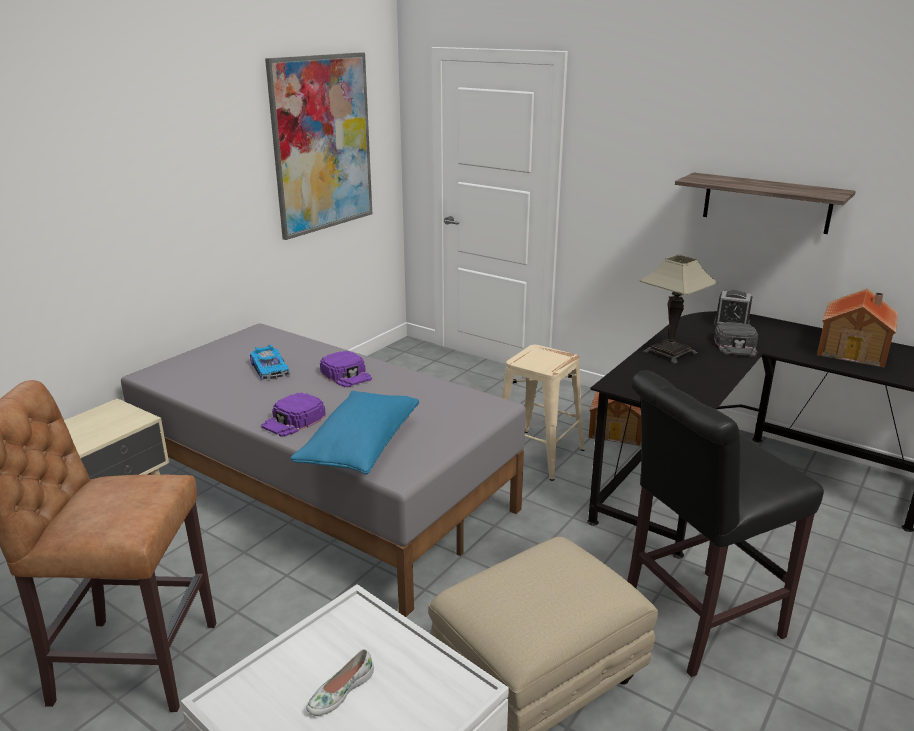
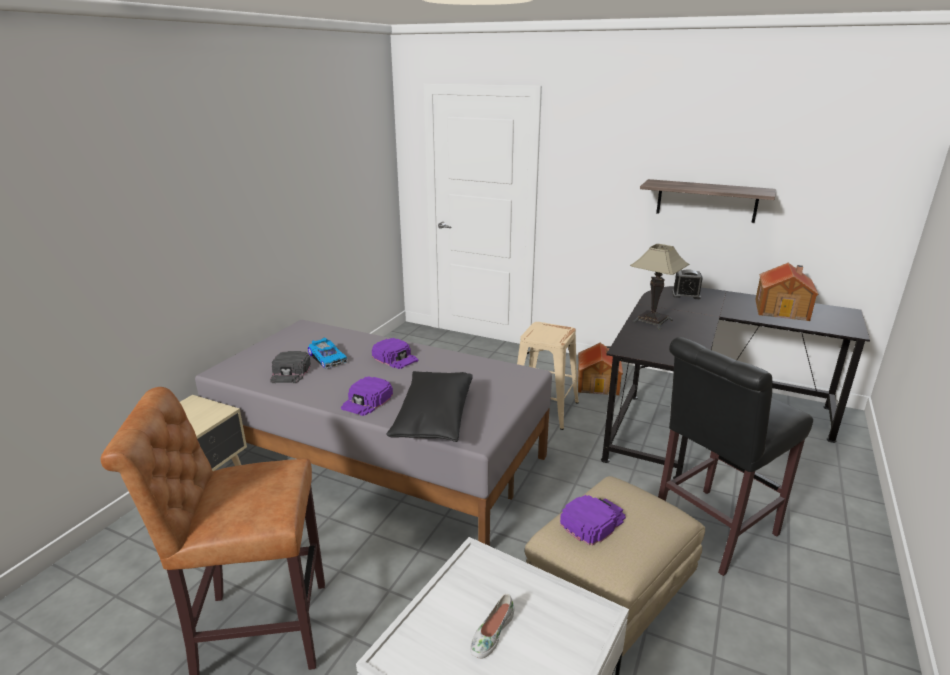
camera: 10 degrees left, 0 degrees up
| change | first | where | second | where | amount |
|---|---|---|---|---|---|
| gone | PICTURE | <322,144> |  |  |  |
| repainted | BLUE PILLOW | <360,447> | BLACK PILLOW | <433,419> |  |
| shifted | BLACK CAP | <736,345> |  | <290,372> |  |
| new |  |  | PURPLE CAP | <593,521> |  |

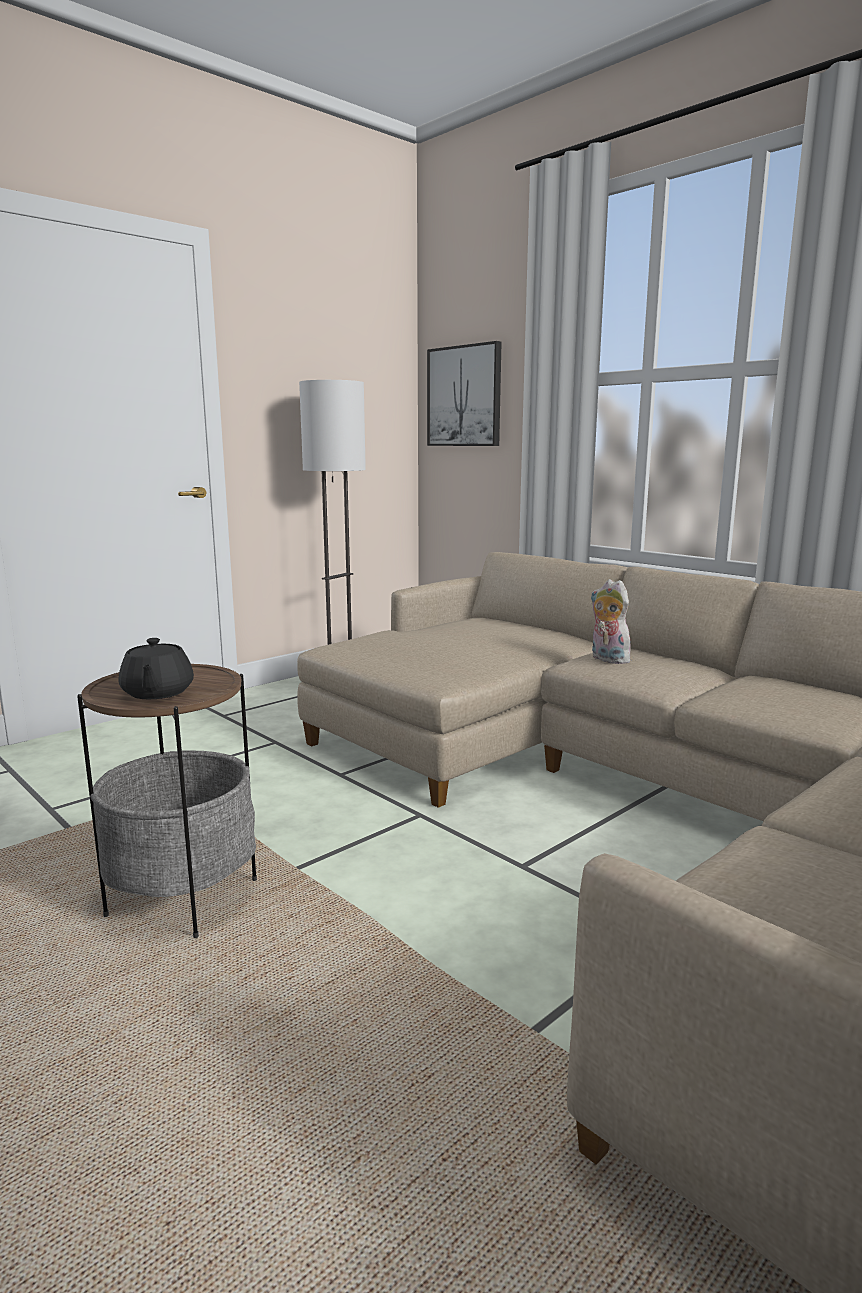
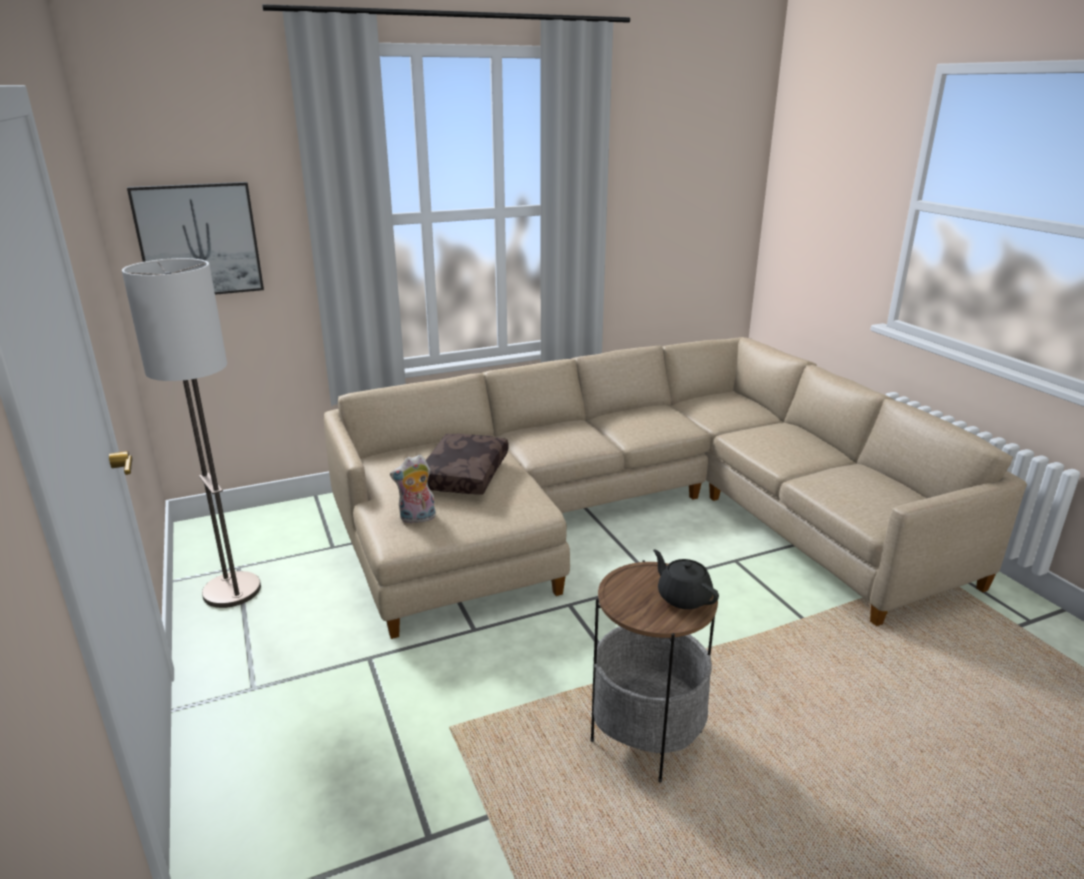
camera: 70 degrees left, 10 degrees up
| change | first | where | second | where | amount |
|---|---|---|---|---|---|
| rotated | BLACK TEAPOT | <157,693> |  | <683,597> | 135 degrees counterclockwise |
| shifted | PLUSH TOY | <607,659> |  | <417,519> |  |
| new |  |  | BROWN PILLOW | <462,474> |  |

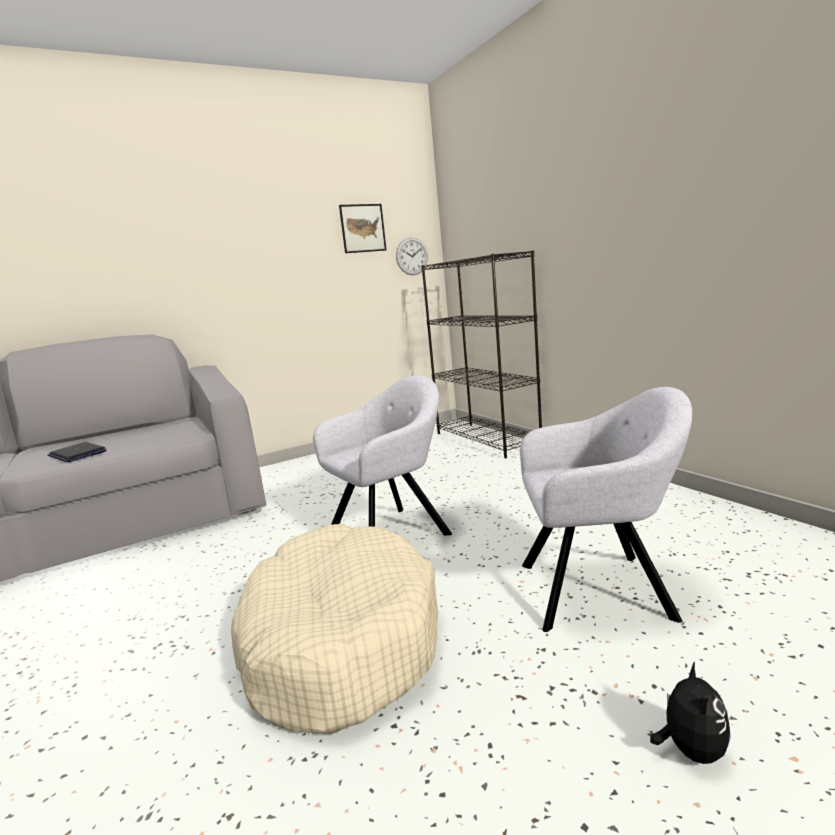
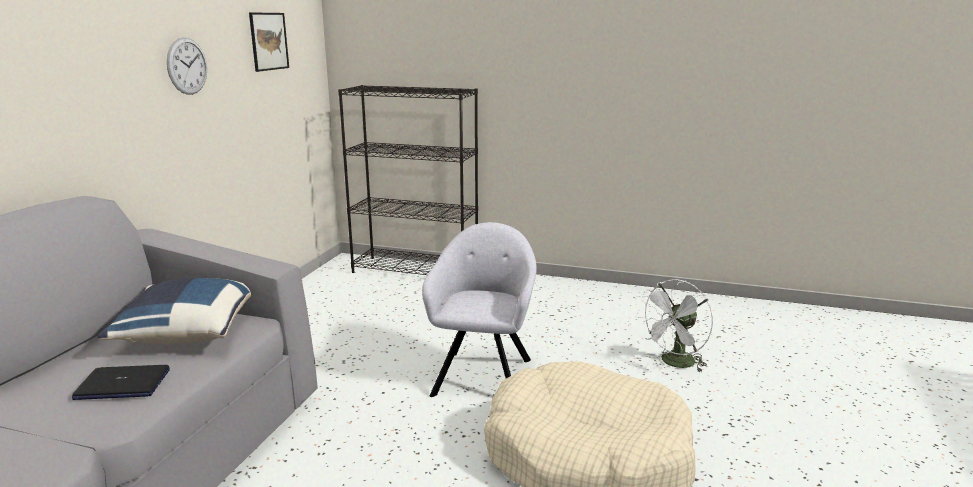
camera: 45 degrees left, 5 degrees up
| change | first | where | second | where | amount |
|---|---|---|---|---|---|
| shifted | WALL CLOCK | <412,256> |  | <187,66> |  |
| swapped | GREY ARMCHAIR | <601,589> | WHITE FAN | <675,363> |  |
| gone | PLUSH TOY | <691,750> |  |  |  |
| new |  |  | BLUE PILLOW | <188,332> |  |

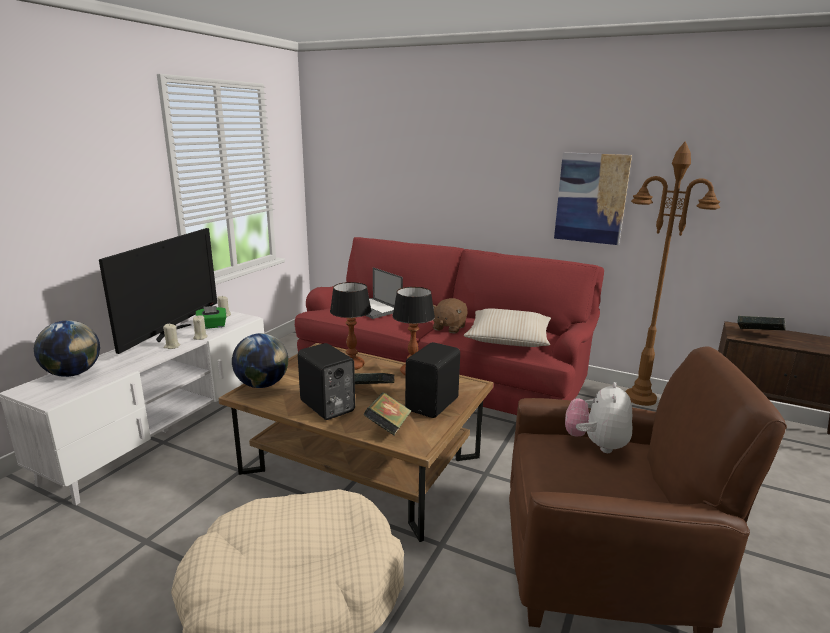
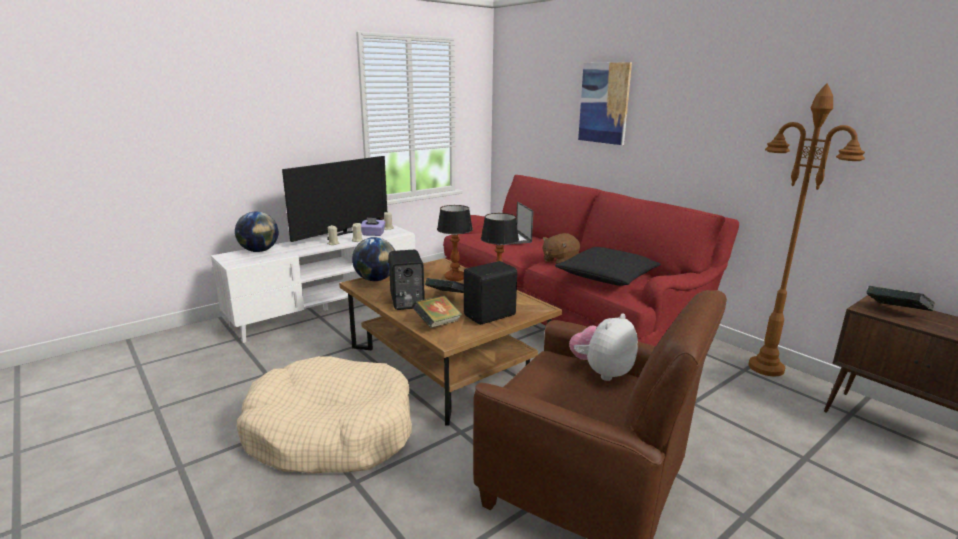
camera: 25 degrees right, 0 degrees up
| change | first | where | second | where | amount |
|---|---|---|---|---|---|
| repainted | GREEN TISSUE BOX | <212,326> | PURPLE TISSUE BOX | <373,234> |  |
| repainted | BEIGE PILLOW | <508,338> | BLACK PILLOW | <606,276> |  |
| shifted | PICTURE | <591,198> |  | <604,103> |  |

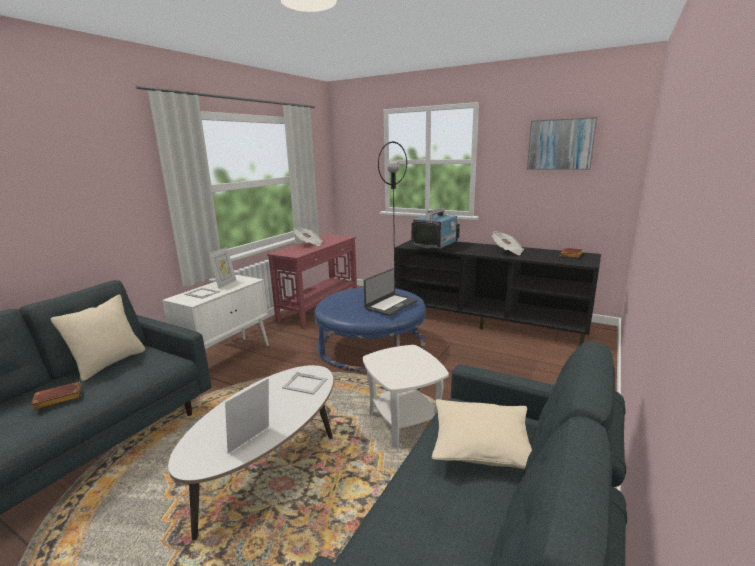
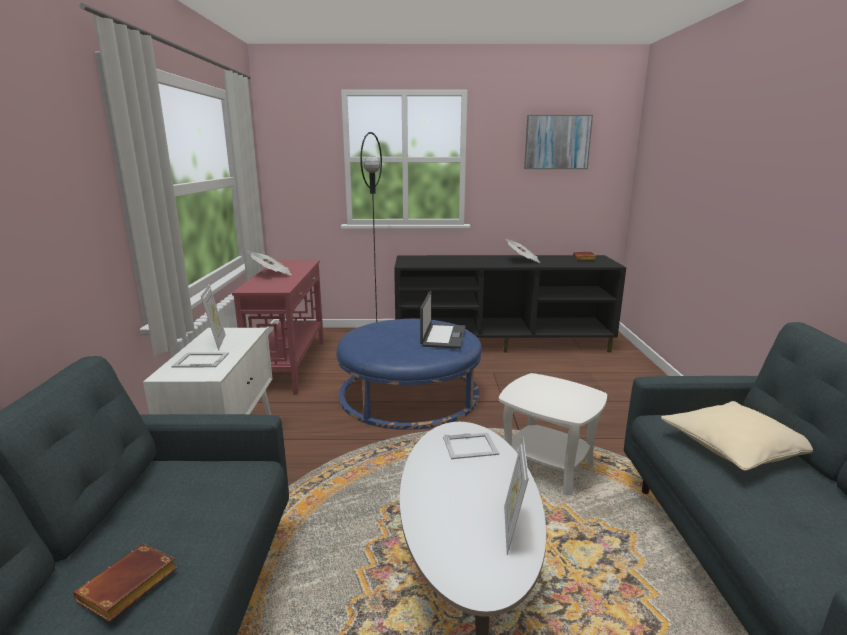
camera: 30 degrees left, 0 degrees up
| change | first | where | second | where | amount |
|---|---|---|---|---|---|
| gone | BEIGE PILLOW | <109,363> |  |  |  |
| gone | TELEVISION | <436,245> |  |  |  |

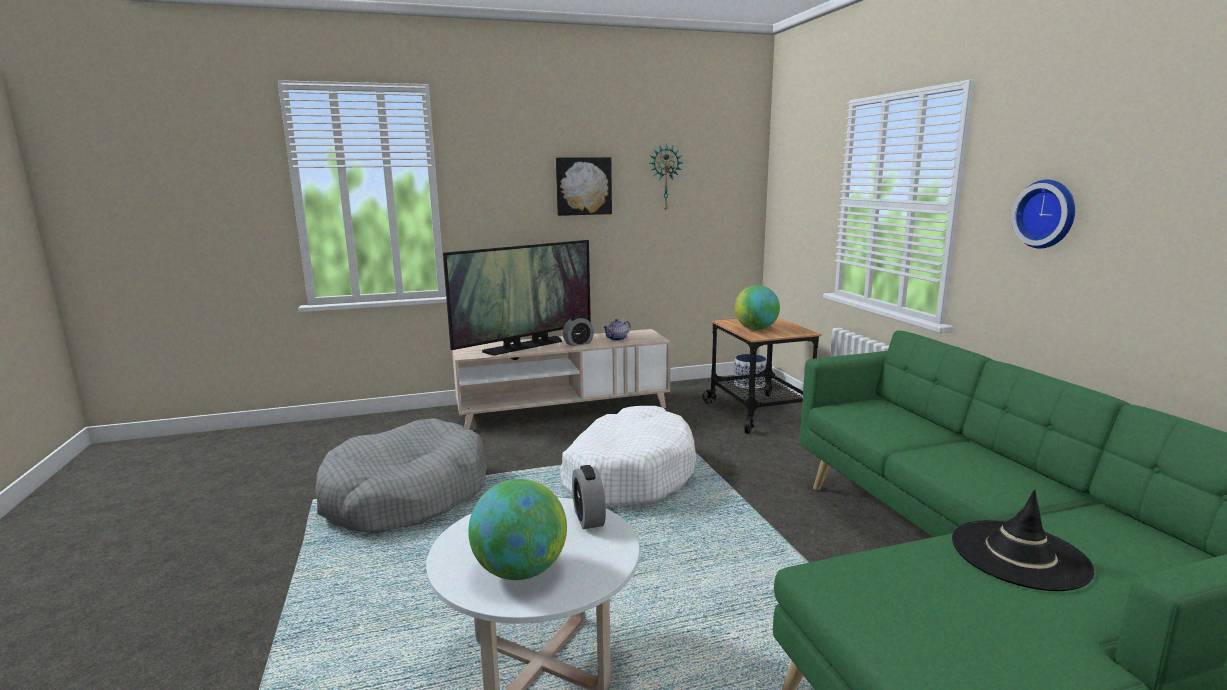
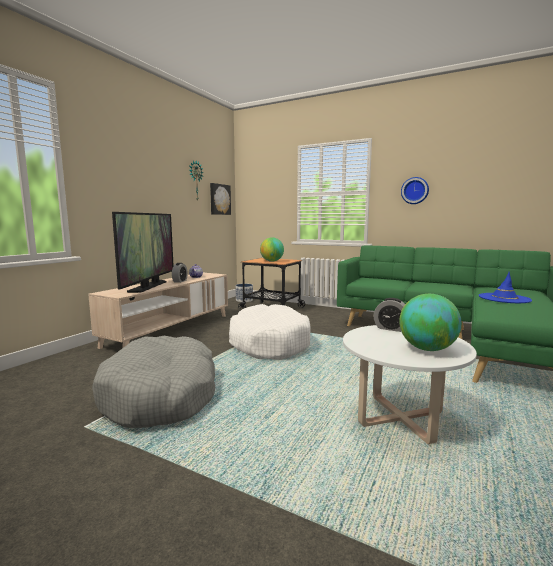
camera: 45 degrees left, 5 degrees down
| change | first | where | second | where | amount |
|---|---|---|---|---|---|
| shifted | PICTURE | <583,186> |  | <219,199> |  |
| repainted | BLACK HAT | <1019,555> | BLUE HAT | <504,298> |  |

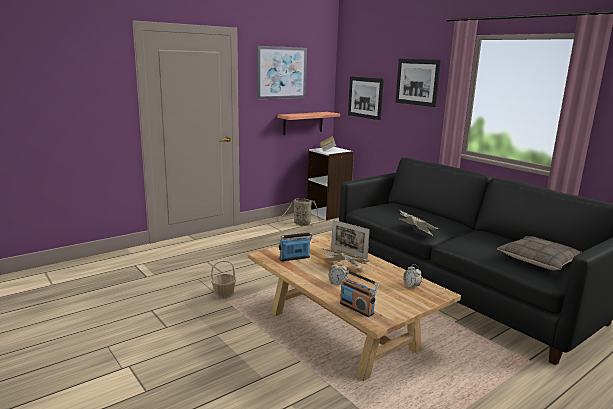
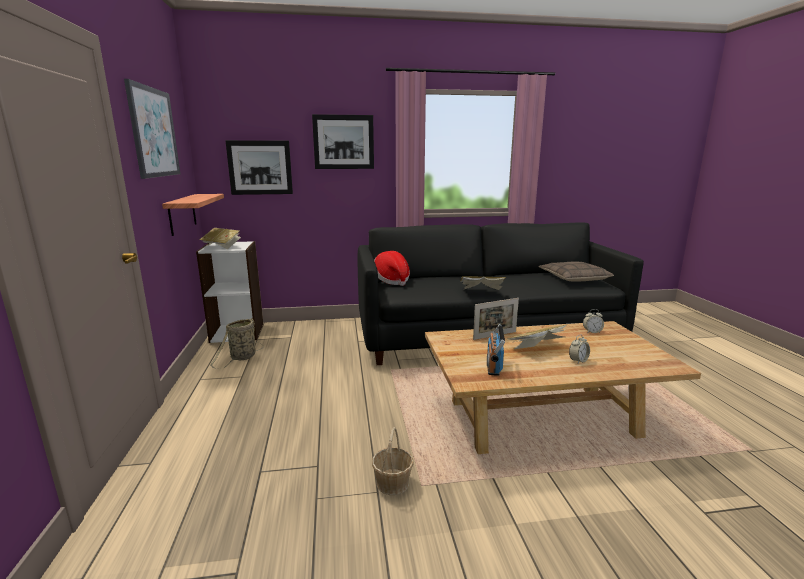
camera: 60 degrees left, 0 degrees up
| change | first | where | second | where | amount |
|---|---|---|---|---|---|
| gone | RADIO | <357,308> |  |  |  |
| new |  |  | HAT | <391,281> |  |

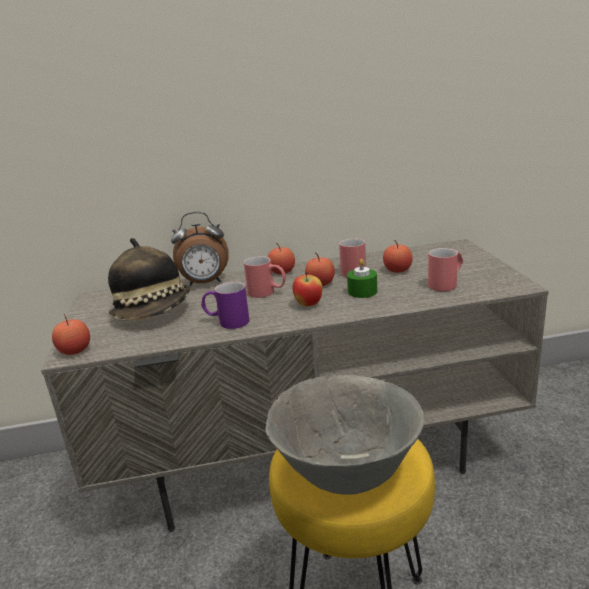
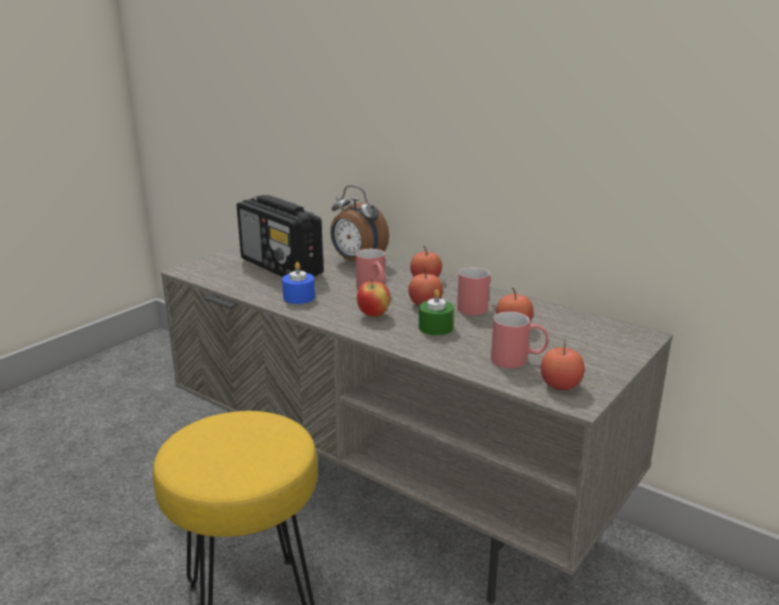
camera: 45 degrees right, 0 degrees up
| change | first | where | second | where | amount |
|---|---|---|---|---|---|
| shifted | APPLE | <75,350> |  | <560,385> |  |
| swapped | HAT | <154,312> | RADIO | <281,267> |  |
| swapped | PURPLE MUG | <227,322> | BLUE CANDLE | <299,297> |  |
| gone | GREY BOWL | <346,473> |  |  |  |

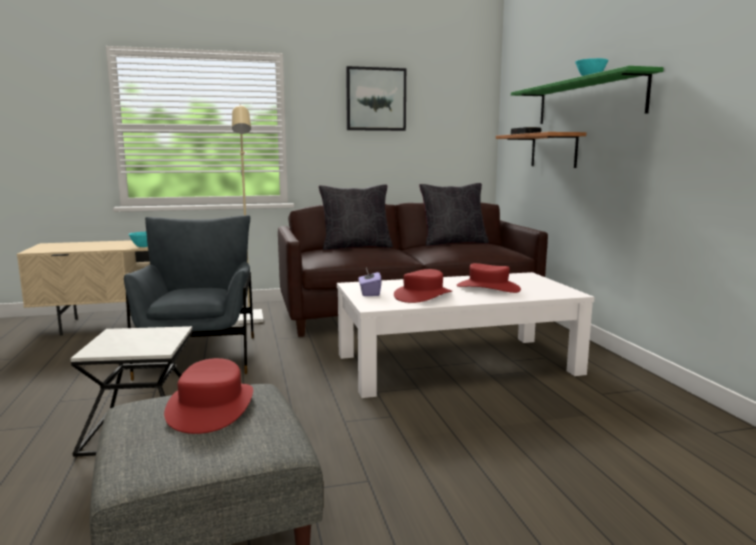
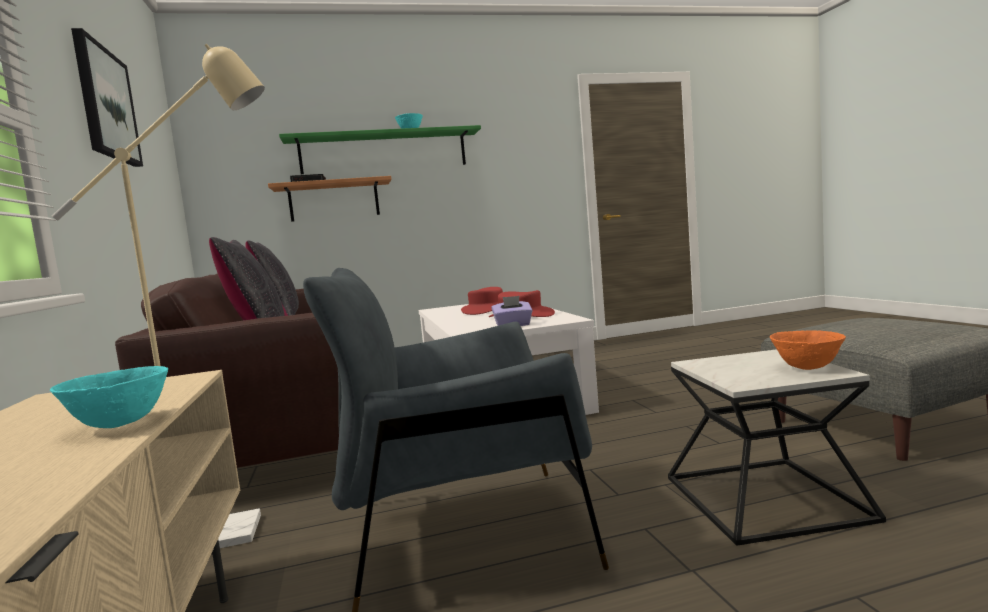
camera: 90 degrees left, 5 degrees down
| change | first | where | second | where | amount |
|---|---|---|---|---|---|
| gone | RED HAT | <211,407> |  |  |  |
| new |  |  | ORANGE BOWL | <806,368> |  |

